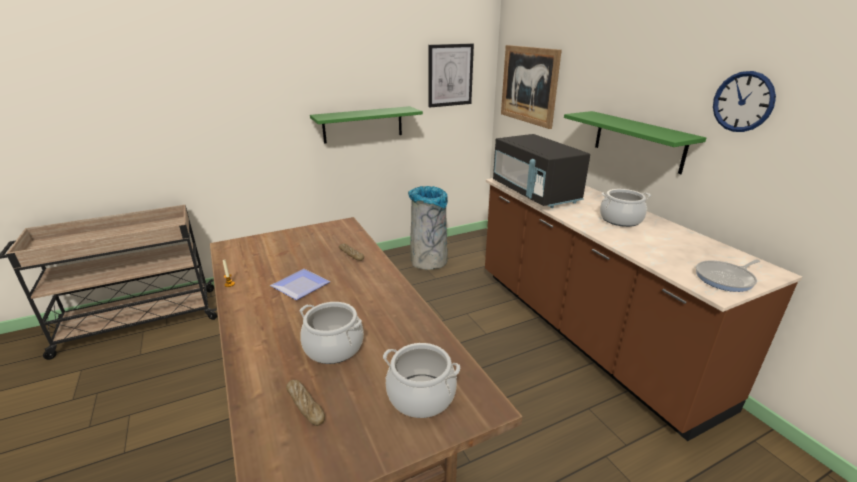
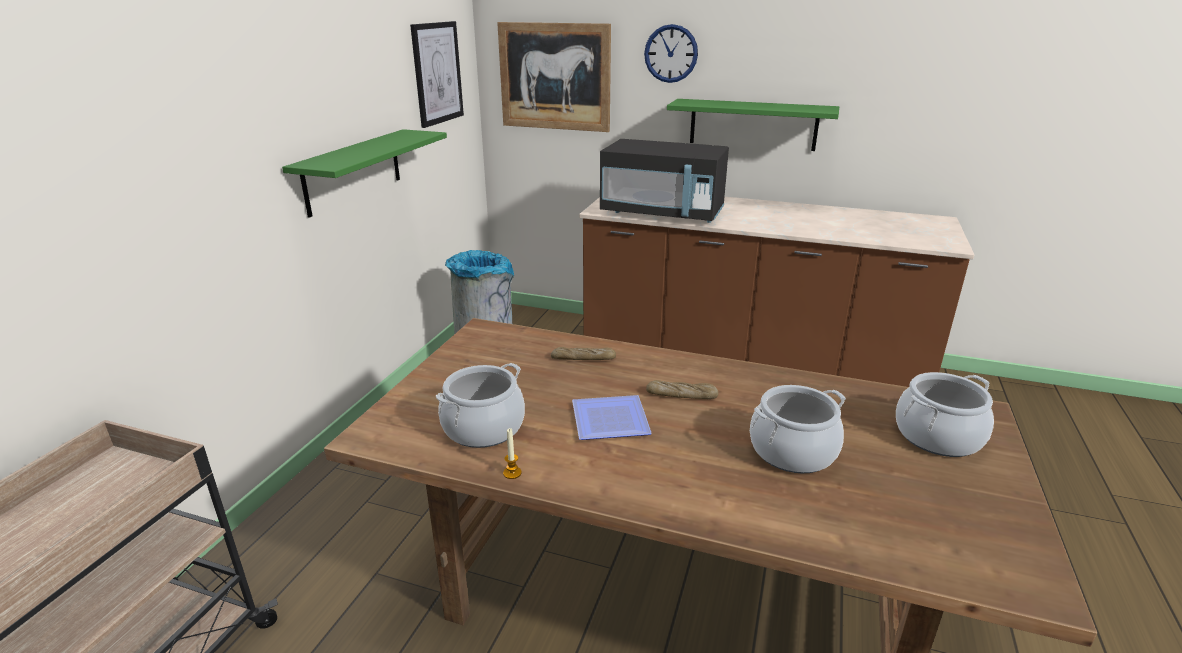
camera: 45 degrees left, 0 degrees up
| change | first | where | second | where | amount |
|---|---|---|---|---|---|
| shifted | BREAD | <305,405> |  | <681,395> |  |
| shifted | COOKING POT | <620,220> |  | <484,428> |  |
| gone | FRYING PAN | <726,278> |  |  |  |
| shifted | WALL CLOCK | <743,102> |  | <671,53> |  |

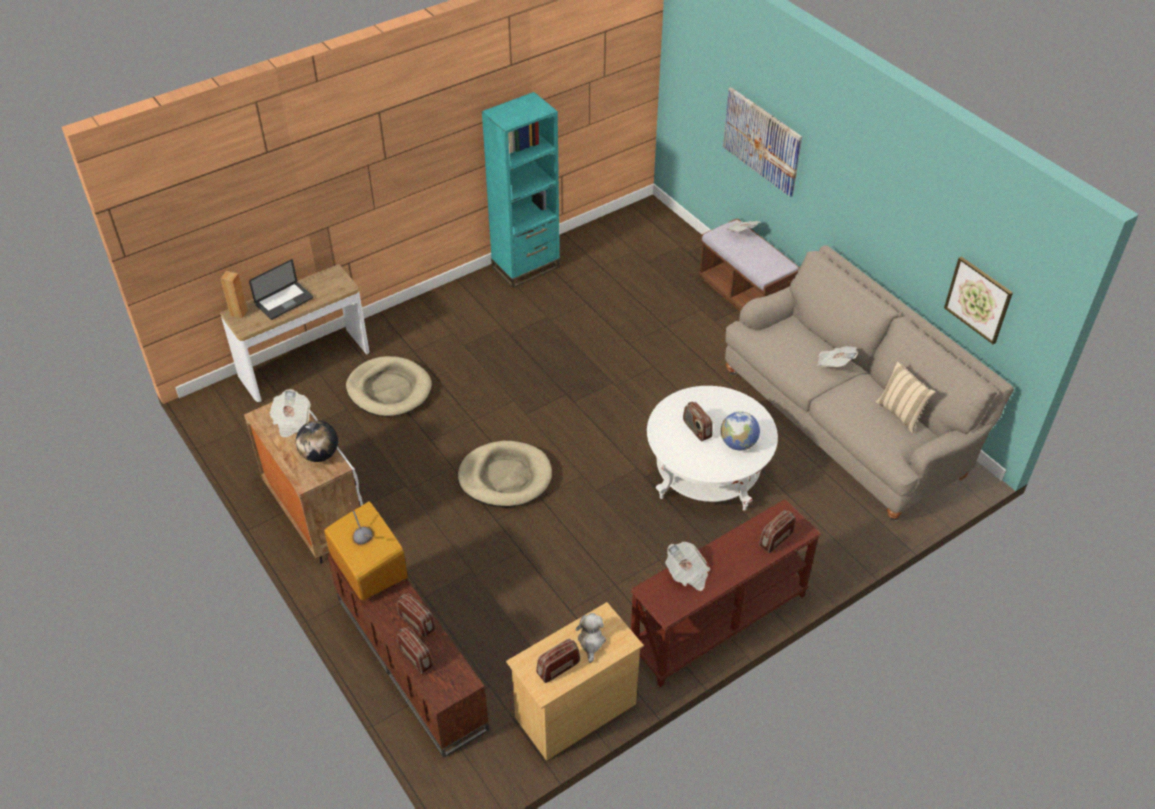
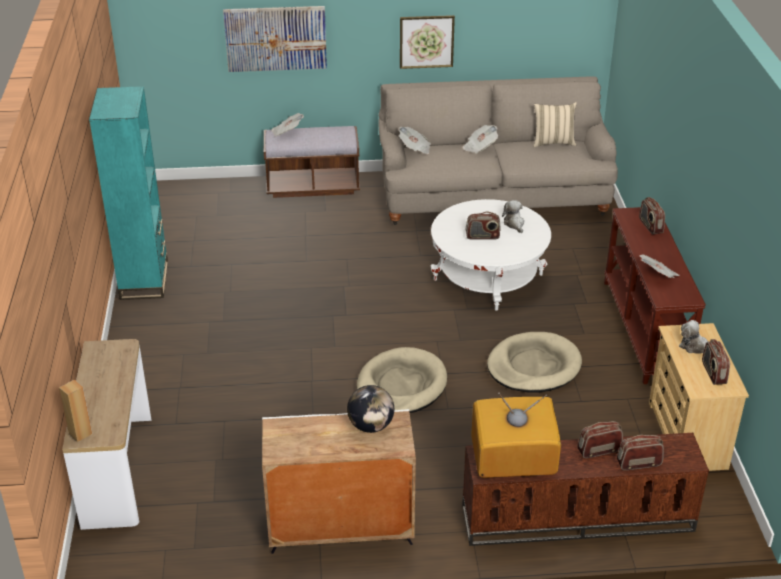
camera: 60 degrees left, 10 degrees down
| change | first | where | second | where | amount |
|---|---|---|---|---|---|
| gone | LAPTOP | <284,301> |  |  |  |
| shifted | NEWSPAPER | <291,421> |  | <415,148> |  |
| shifted | BEIGE DOG BED | <389,389> |  | <533,366> |  |
| swapped | GLOBE | <738,444> | PLUSH TOY | <514,224> |  |
| shifted | PICTURE | <978,299> |  | <426,41> |  |

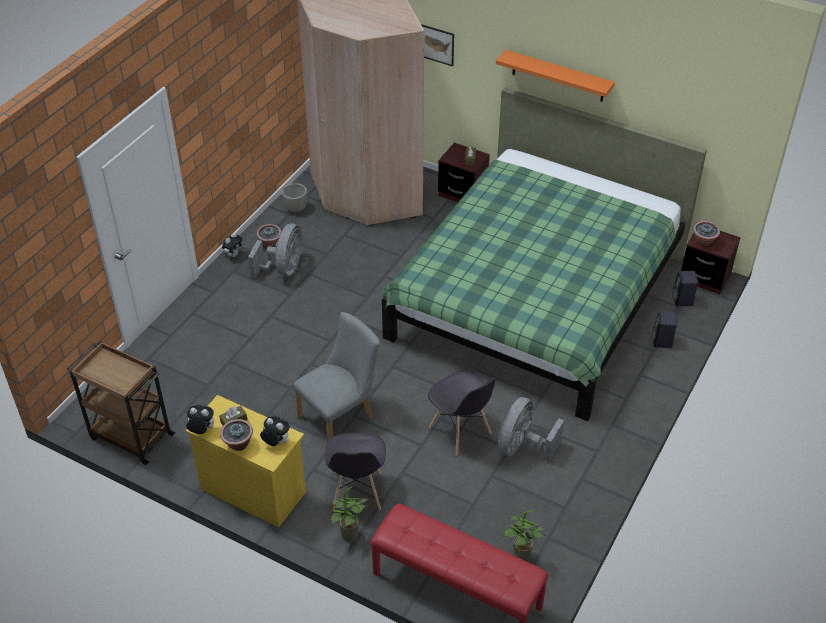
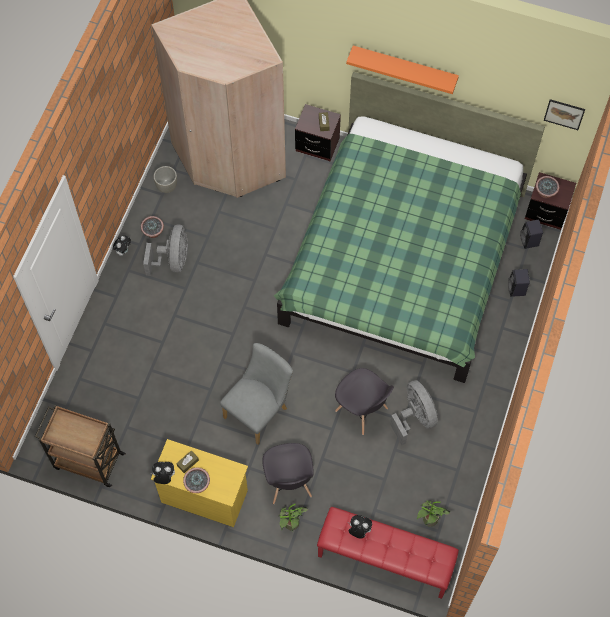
camera: 10 degrees left, 20 degrees up
| change | first | where | second | where | amount |
|---|---|---|---|---|---|
| shifted | PLUSH TOY | <276,442> |  | <359,530> |  |
| shifted | PICTURE | <437,45> |  | <564,114> |  |
| rotated | GREY FAN | <522,447> |  | <414,417> | 135 degrees clockwise |

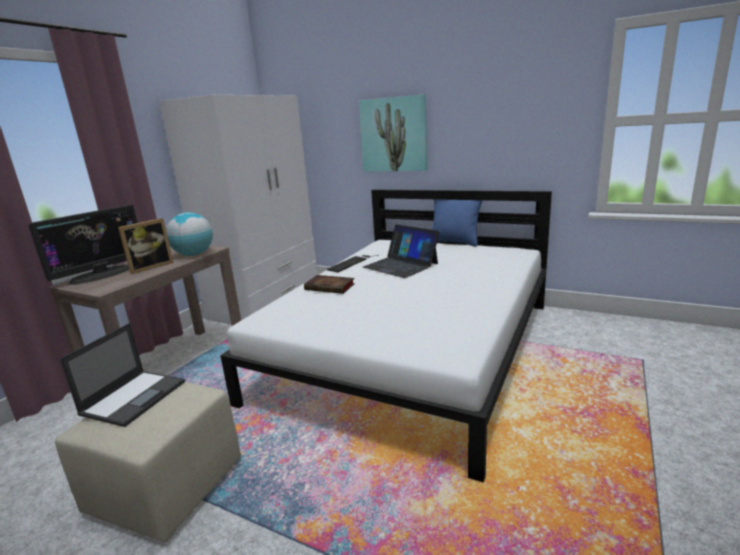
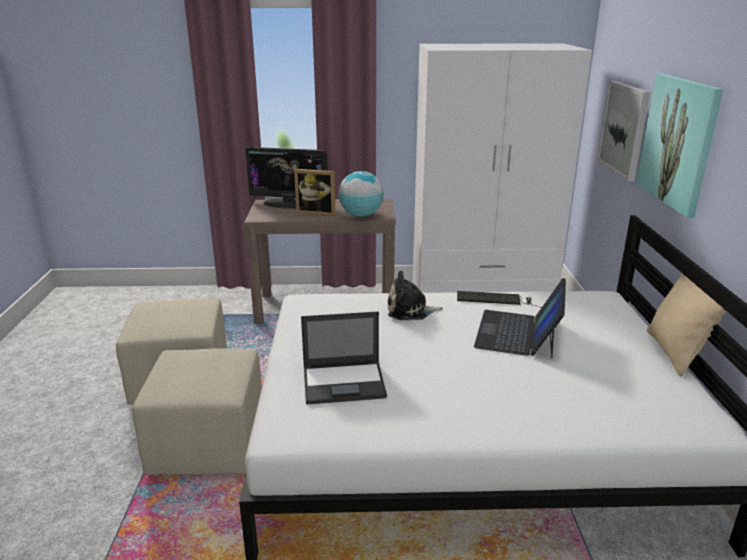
camera: 60 degrees right, 5 degrees up
| change | first | where | second | where | amount |
|---|---|---|---|---|---|
| shifted | LAPTOP | <134,397> |  | <345,382> |  |
| swapped | BOOK | <331,287> | PLUSH TOY | <410,310> |  |
| repainted | BLUE PILLOW | <455,242> | BEIGE PILLOW | <676,353> |  |
| new |  |  | BEIGE OTTOMAN | <209,446> |  |
| new |  |  | PICTURE | <624,129> |  |

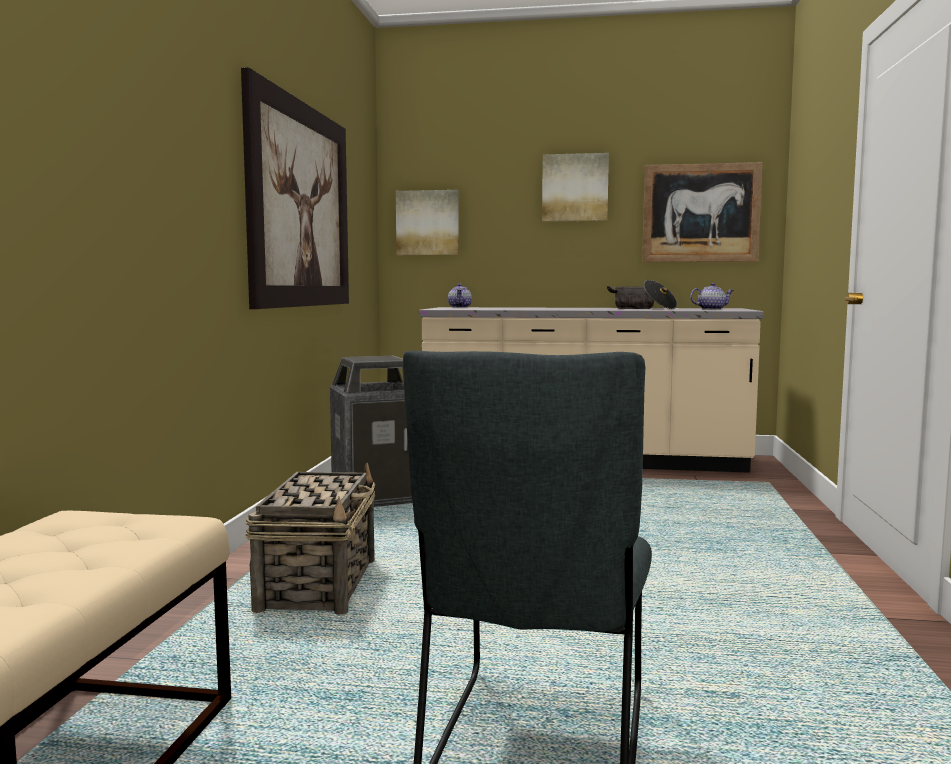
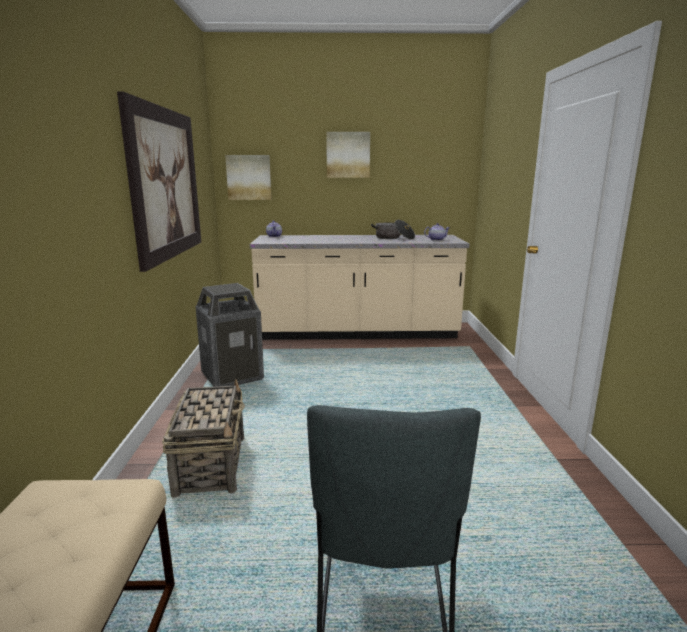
camera: 10 degrees left, 10 degrees up
| change | first | where | second | where | amount |
|---|---|---|---|---|---|
| gone | PICTURE | <700,213> |  |  |  |

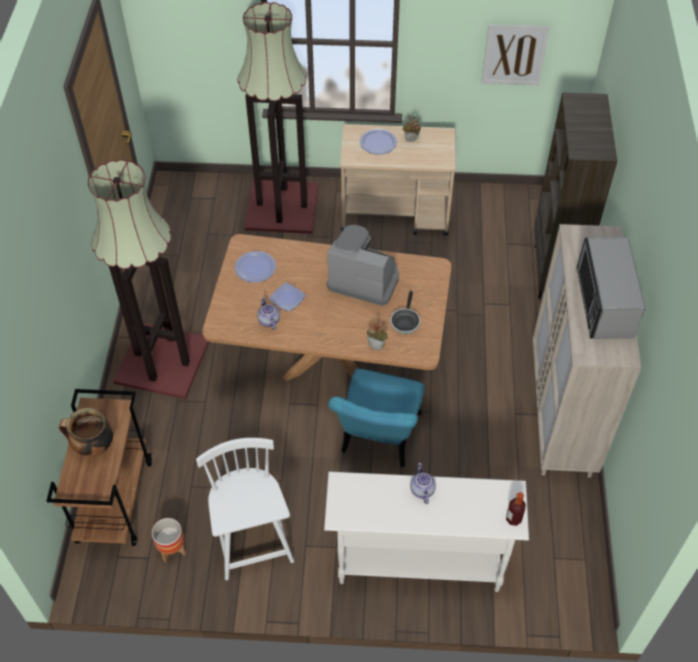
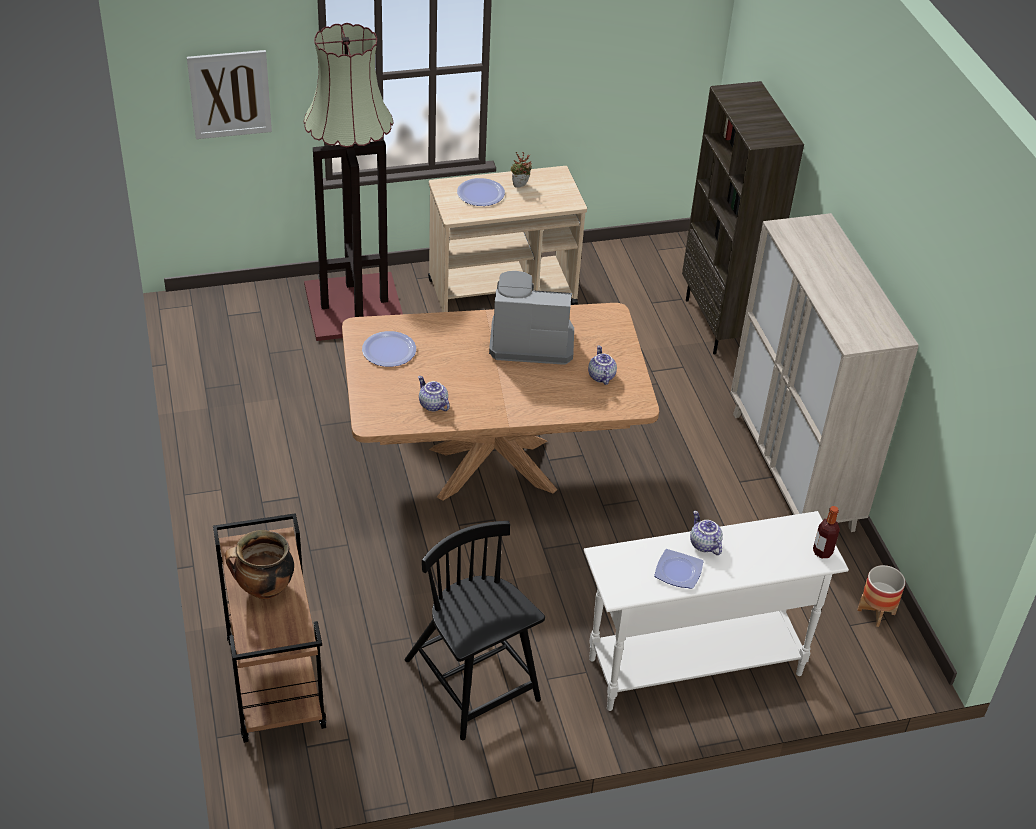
camera: 20 degrees left, 10 degrees down
| change | first | where | second | where | amount |
|---|---|---|---|---|---|
| gone | FLOOR LAMP | <162,359> |  |  |  |
| shifted | PLANTER | <172,549> |  | <876,612> |  |
| repainted | WHITE CHAIR | <251,535> | BLACK CHAIR | <473,682> |  |
| shifted | PLATE | <287,298> |  | <677,571> |  |
| gone | TURQUOISE CHAIR | <378,441> |  |  |  |
| gone | POTTED PLANT | <377,346> |  |  |  |
| swapped | FRYING PAN | <405,321> | TEAPOT | <600,376> |  |
| shifted | PICTURE | <514,54> |  | <230,94> |  |
| gone | MICROWAVE | <603,303> |  |  |  |

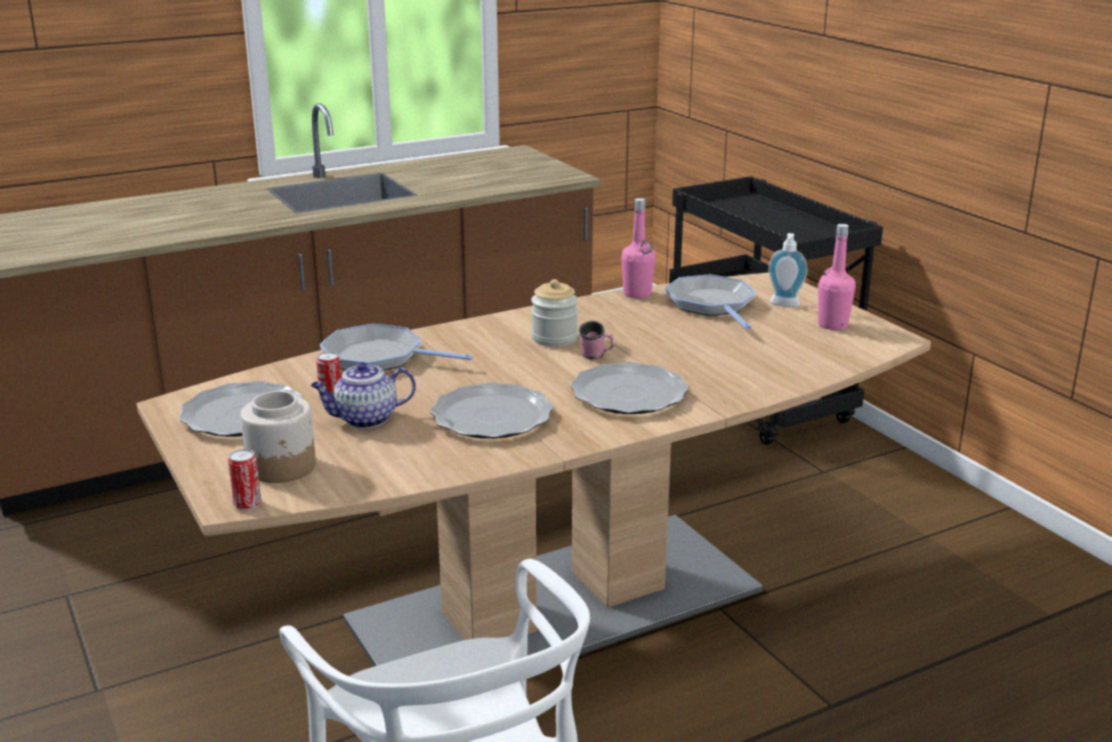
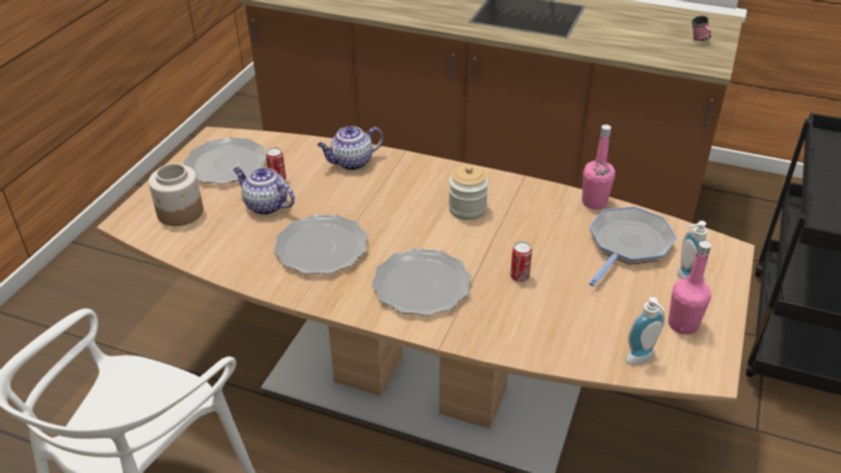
camera: 50 degrees right, 15 degrees up
| change | first | where | second | where | amount |
|---|---|---|---|---|---|
| shifted | CAN | <247,504> |  | <519,277> |  |
| swapped | FRYING PAN | <378,357> | TEAPOT | <351,163> |  |
| shifted | PINK MUG | <596,357> |  | <700,40> |  |
| new |  |  | SOAP DISPENSER | <642,360> |  |

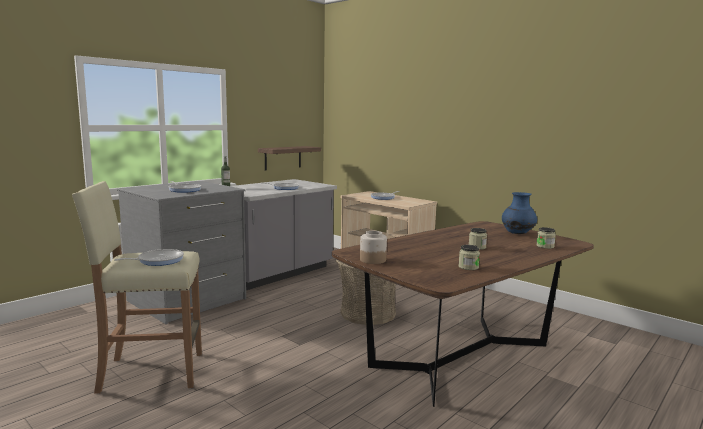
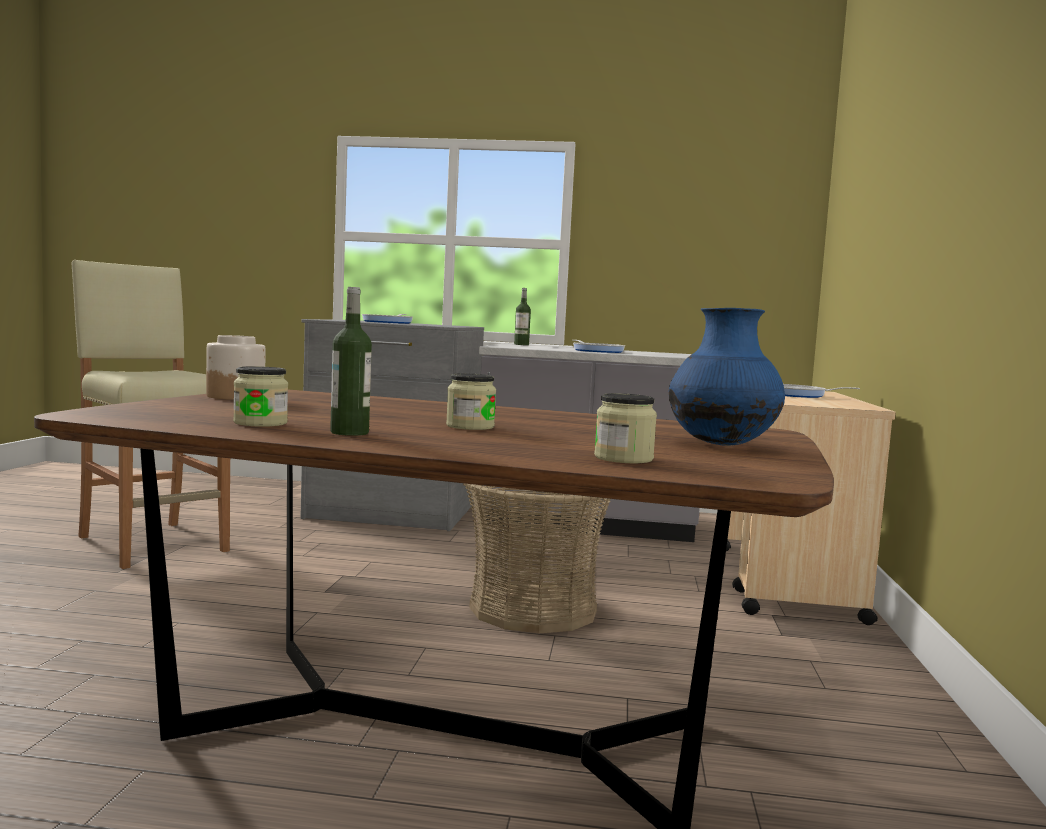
camera: 55 degrees right, 5 degrees down
| change | first | where | second | where | amount |
|---|---|---|---|---|---|
| gone | FRYING PAN | <158,260> |  |  |  |
| gone | SHELF | <283,158> |  |  |  |
| new |  |  | BOTTLE | <349,432> |  |

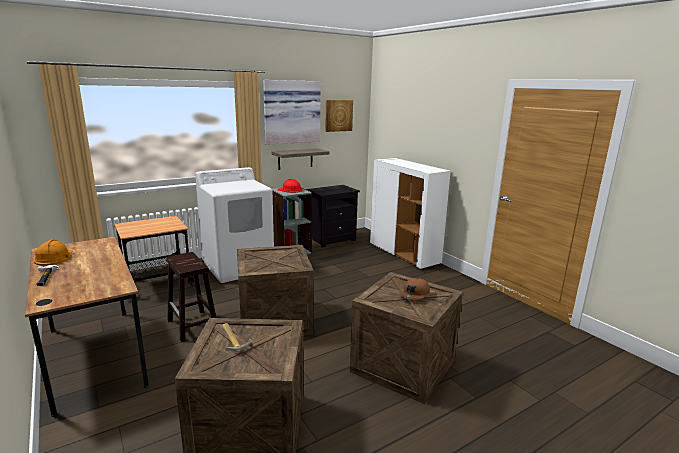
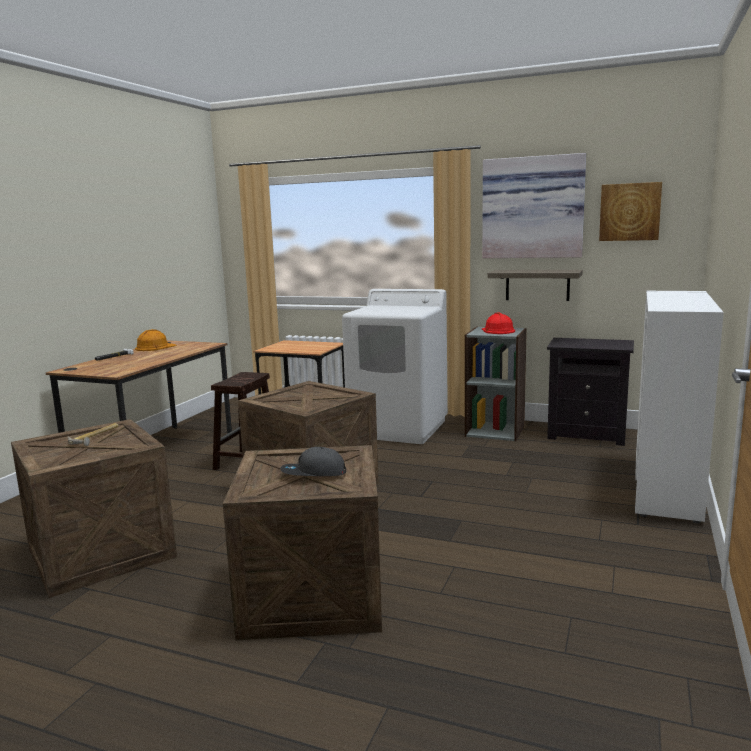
camera: 55 degrees right, 5 degrees down
| change | first | where | second | where | amount |
|---|---|---|---|---|---|
| repainted | BROWN CAP | <414,295> | GREY CAP | <313,473> |  |

